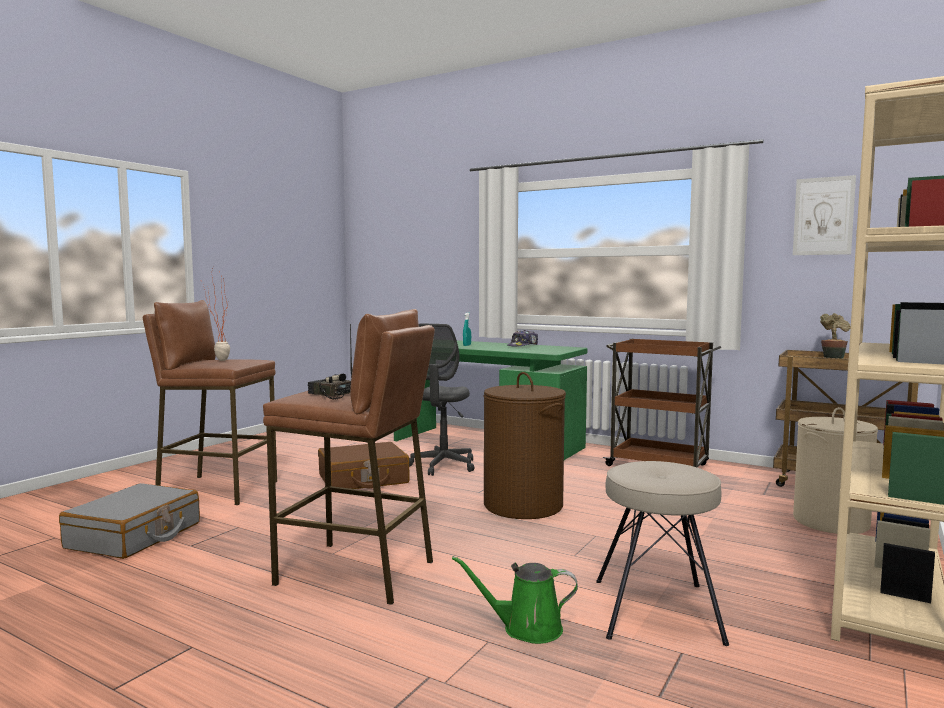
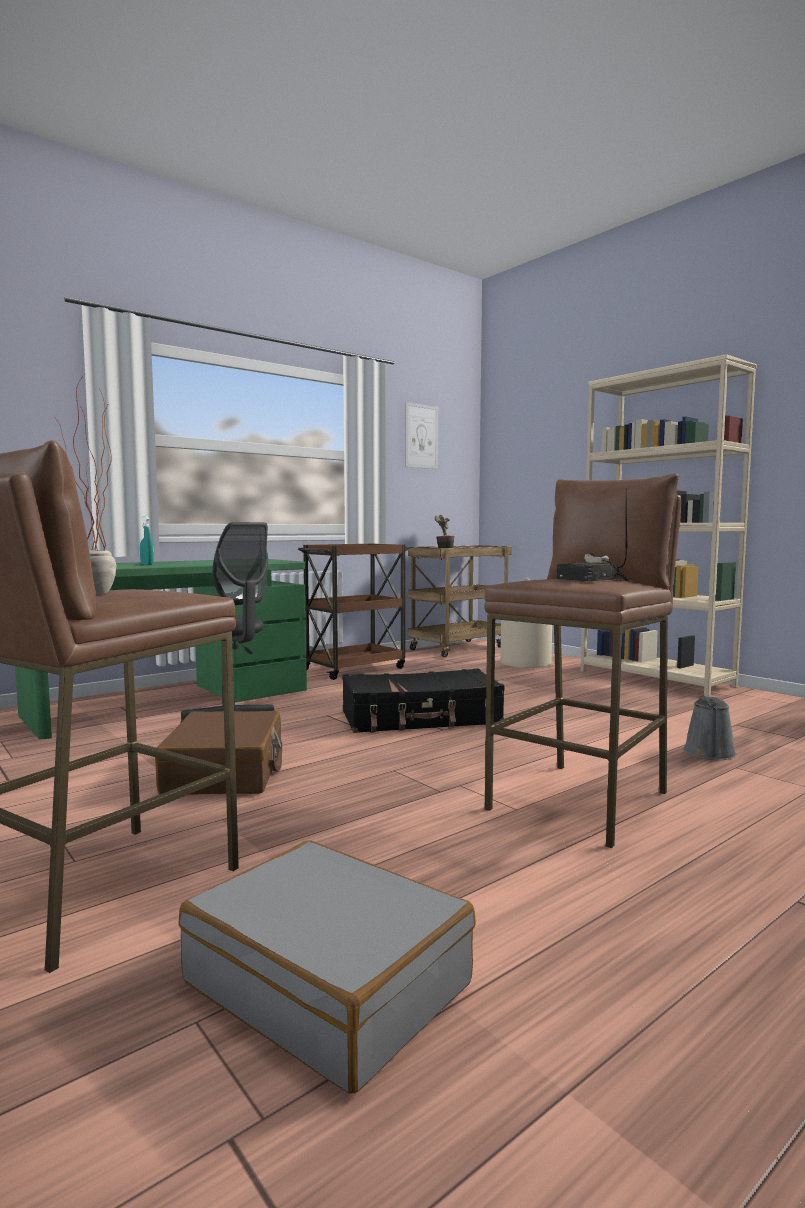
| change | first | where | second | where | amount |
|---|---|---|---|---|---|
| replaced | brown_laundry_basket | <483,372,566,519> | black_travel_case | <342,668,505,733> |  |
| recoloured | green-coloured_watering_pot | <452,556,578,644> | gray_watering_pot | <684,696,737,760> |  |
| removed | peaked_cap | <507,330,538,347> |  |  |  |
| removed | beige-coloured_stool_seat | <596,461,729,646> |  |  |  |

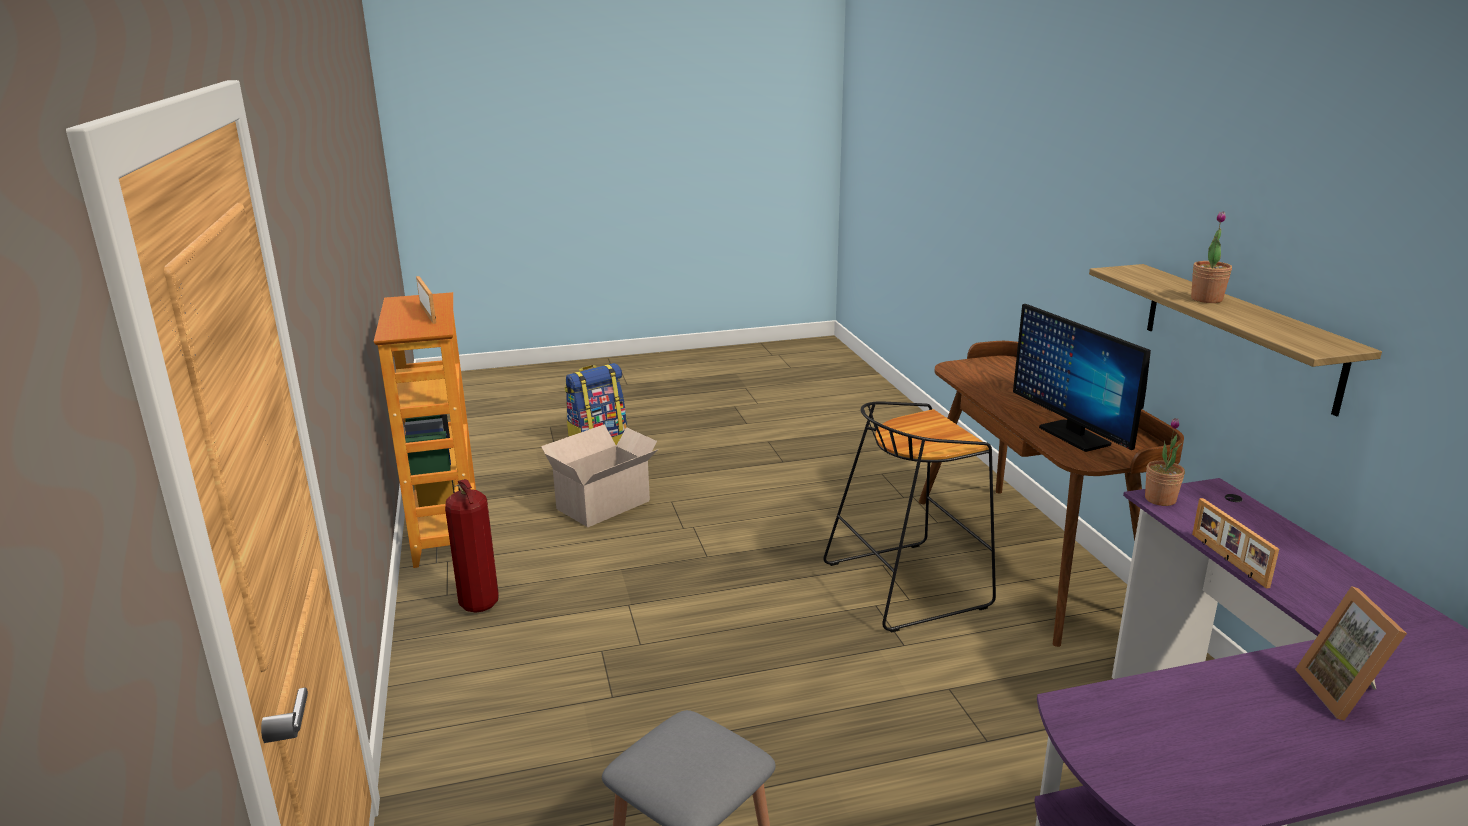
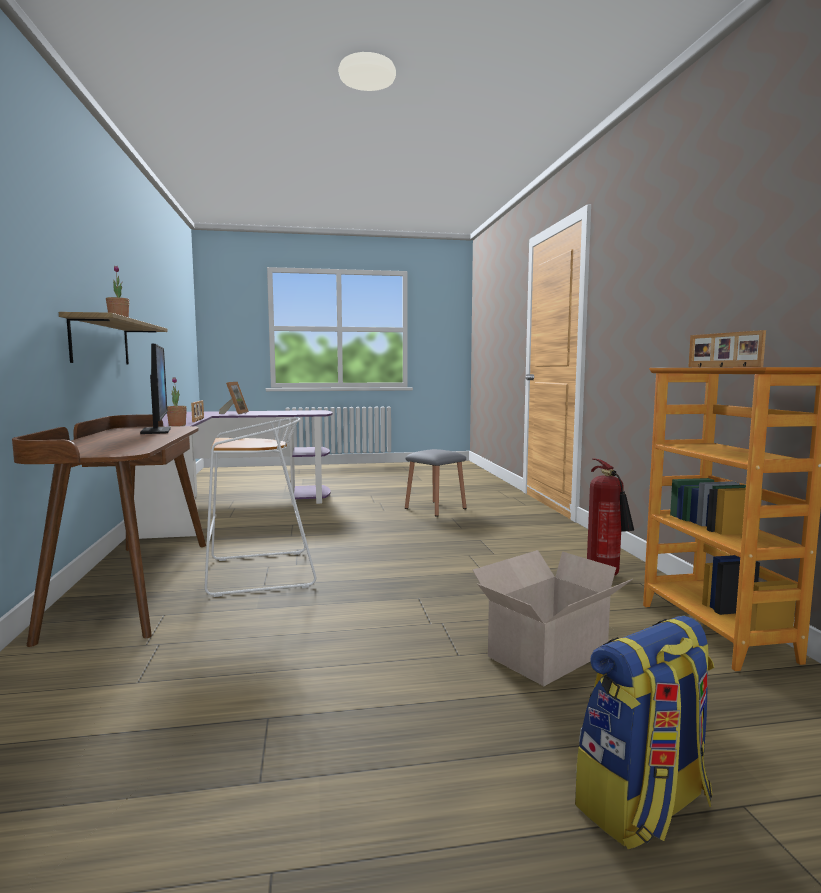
| change | first | where | second | where | amount |
|---|---|---|---|---|---|
| recoloured | black_stool_seat | <823,401,996,633> | white_stool_seat | <204,418,316,597> |  |

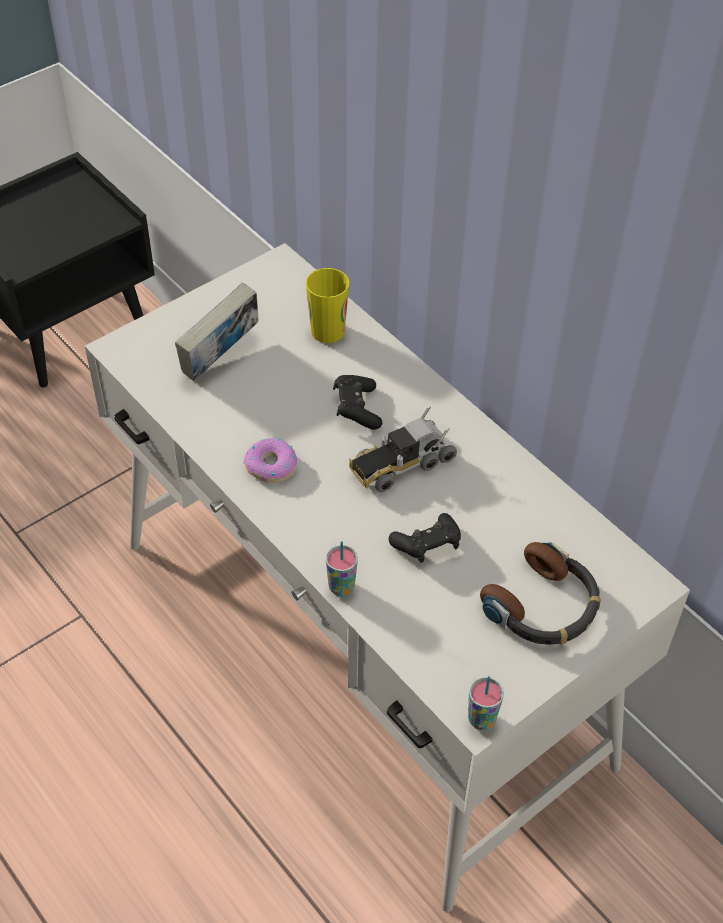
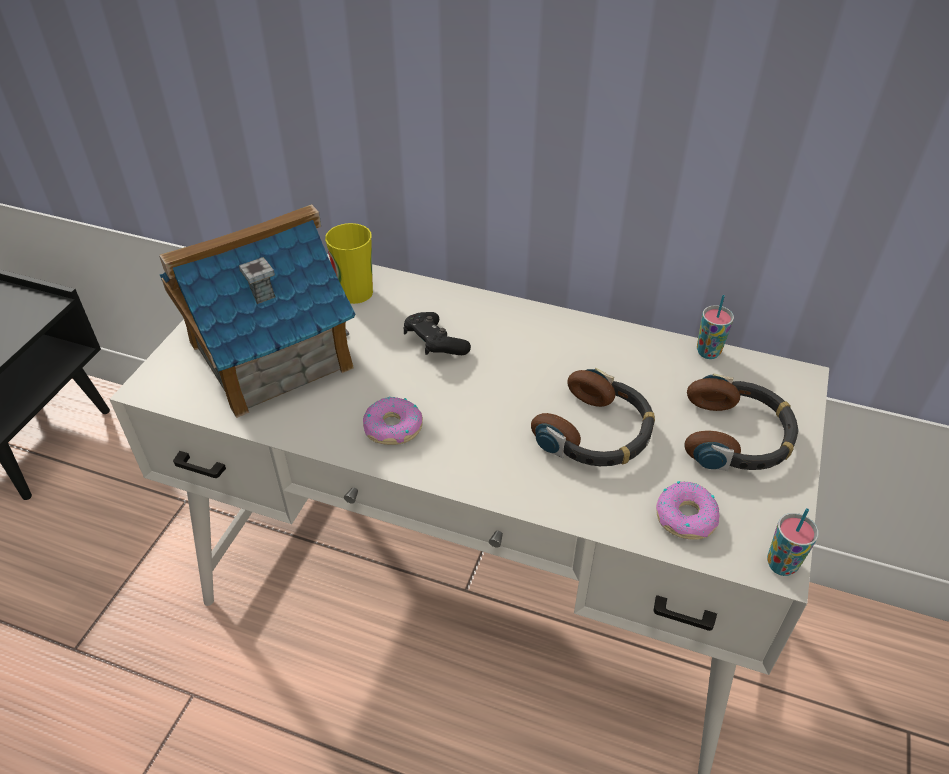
| change | first | where | second | where | amount |
|---|---|---|---|---|---|
| replaced | book | <175,282,258,381> | toy_house | <159,204,355,418> |  |
| replaced | black_joypad | <389,513,461,563> | headset | <531,368,655,466> |  |
| added |  |  | ring_doughnut | <656,481,719,540> |  |
| moved | cup | <326,541,358,597> |  | <697,295,734,359> |  |
| removed | toy_lorry | <349,407,457,492> |  |  |  |

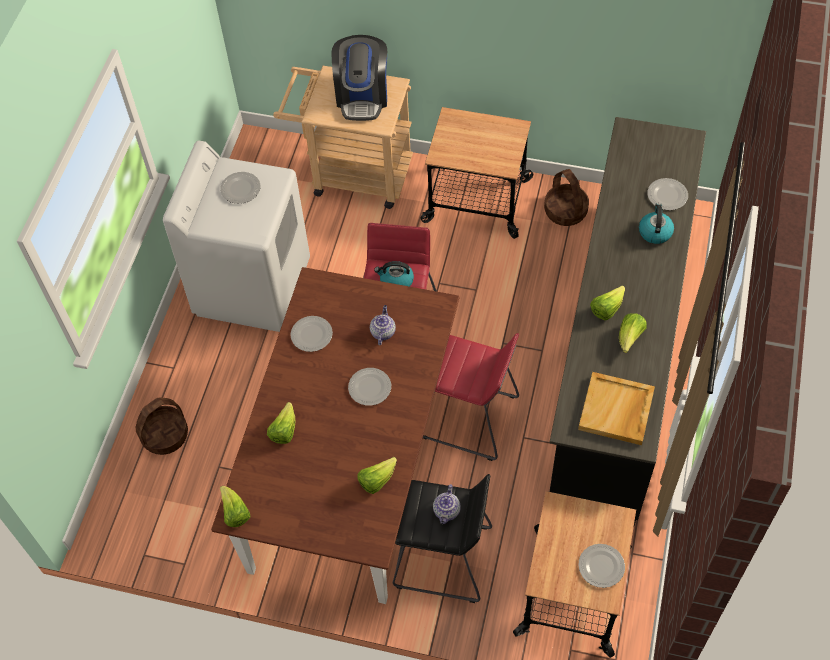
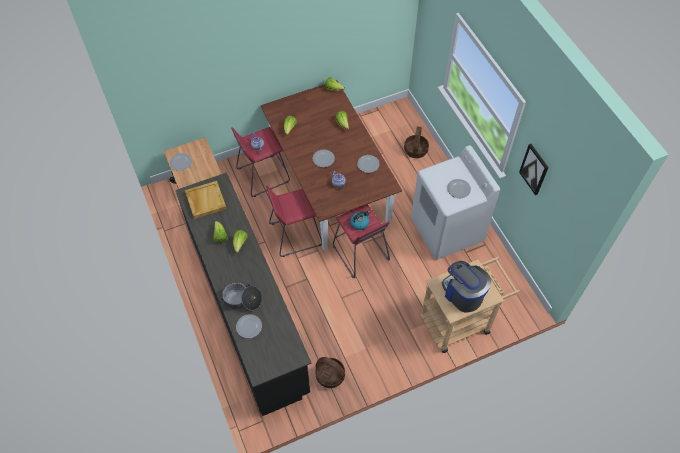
| change | first | where | second | where | amount |
|---|---|---|---|---|---|
| replaced | kettle | <639,203,674,244> | cooking_pot | <219,282,262,310> |  |
| recoloured | black_stool_seat | <392,474,492,603> | red_stool_seat | <231,127,290,197> |  |
| added |  |  | wall_art | <519,144,549,195> |  |
| removed | cart | <420,107,533,239> |  |  |  |

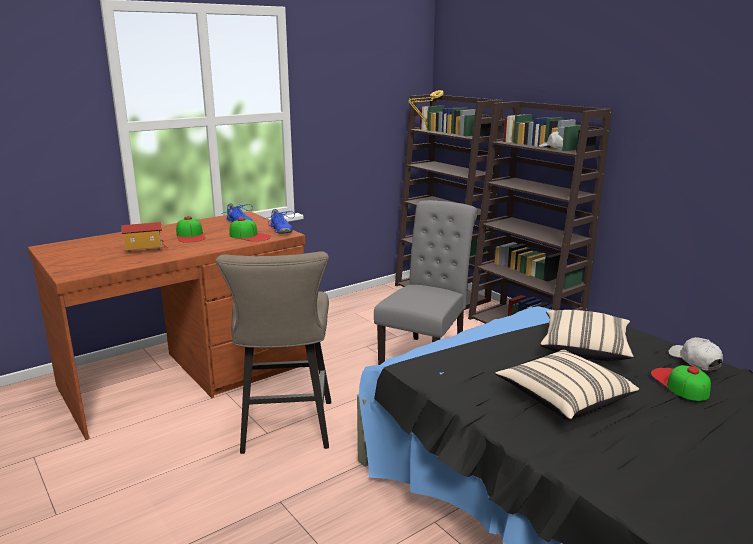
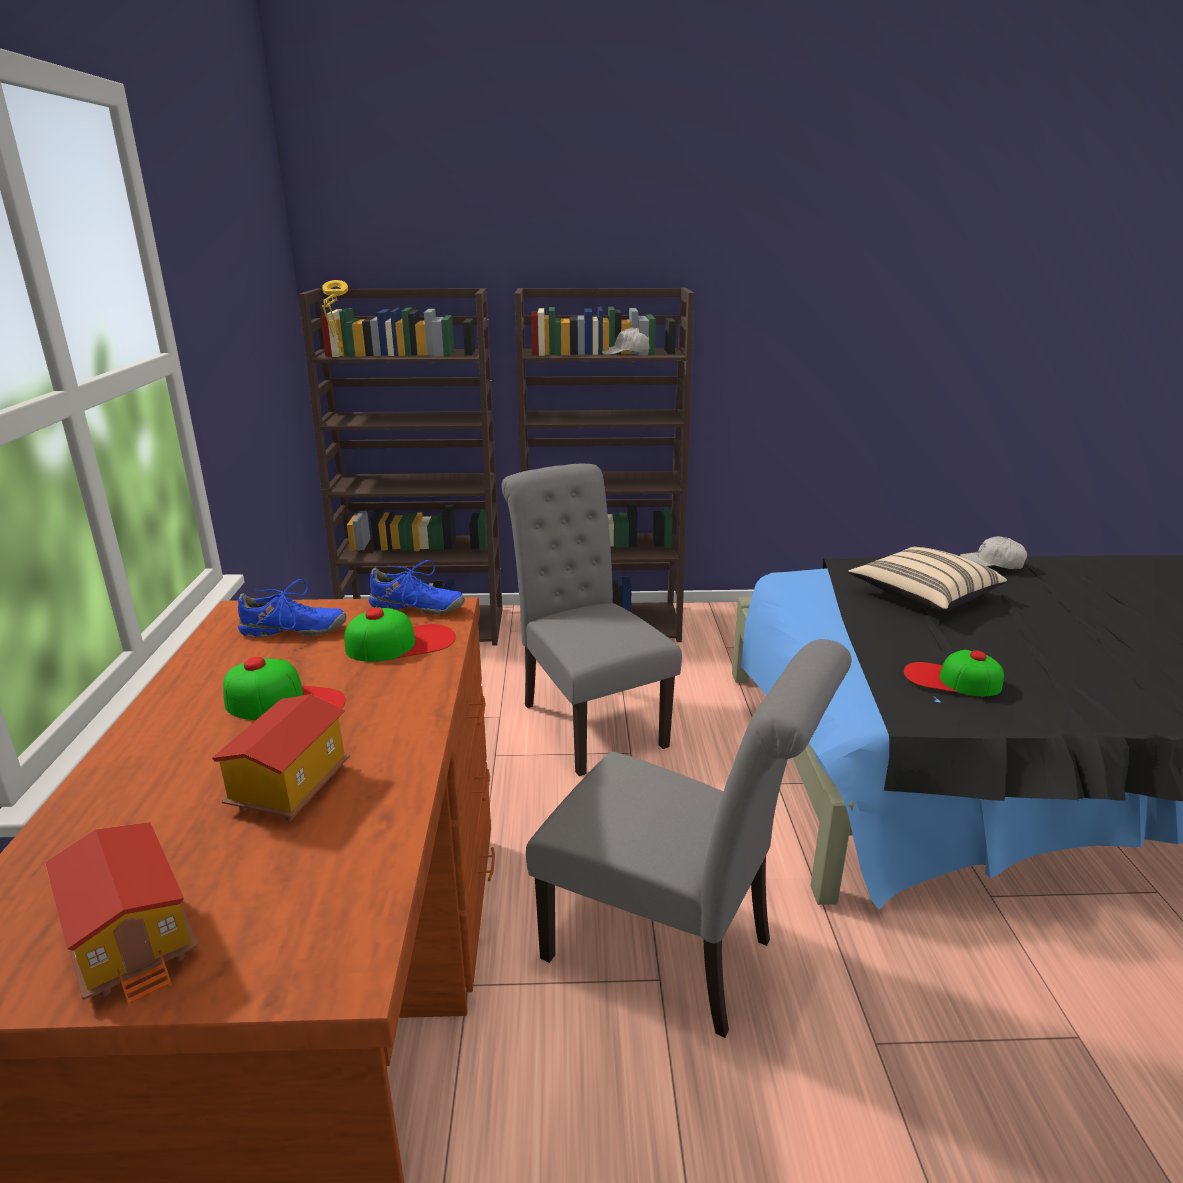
| change | first | where | second | where | amount |
|---|---|---|---|---|---|
| added |  |  | toy_house | <45,822,198,1006> |  |
| replaced | beige-coloured_stool_seat | <216,251,331,454> | gray_upright_chair | <526,639,852,1038> |  |
| moved | peaked_cap | <651,365,711,401> |  | <904,650,1004,696> |  |
| removed | beige-coloured_cushion | <495,350,639,421> |  |  |  |

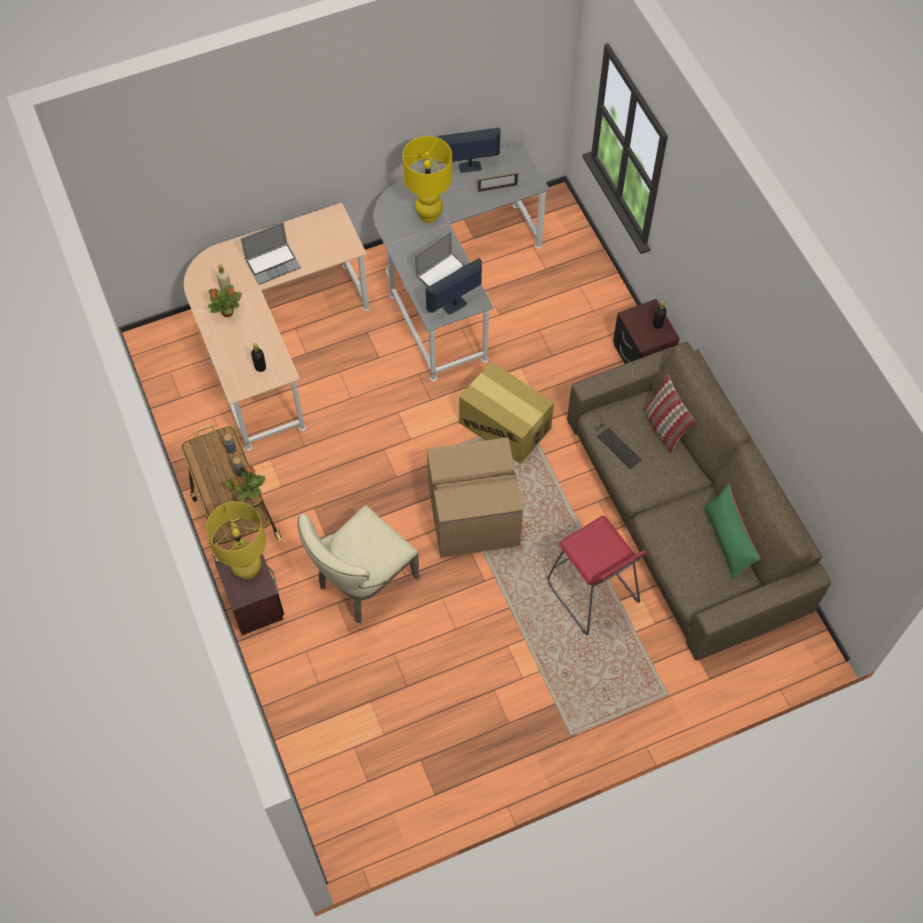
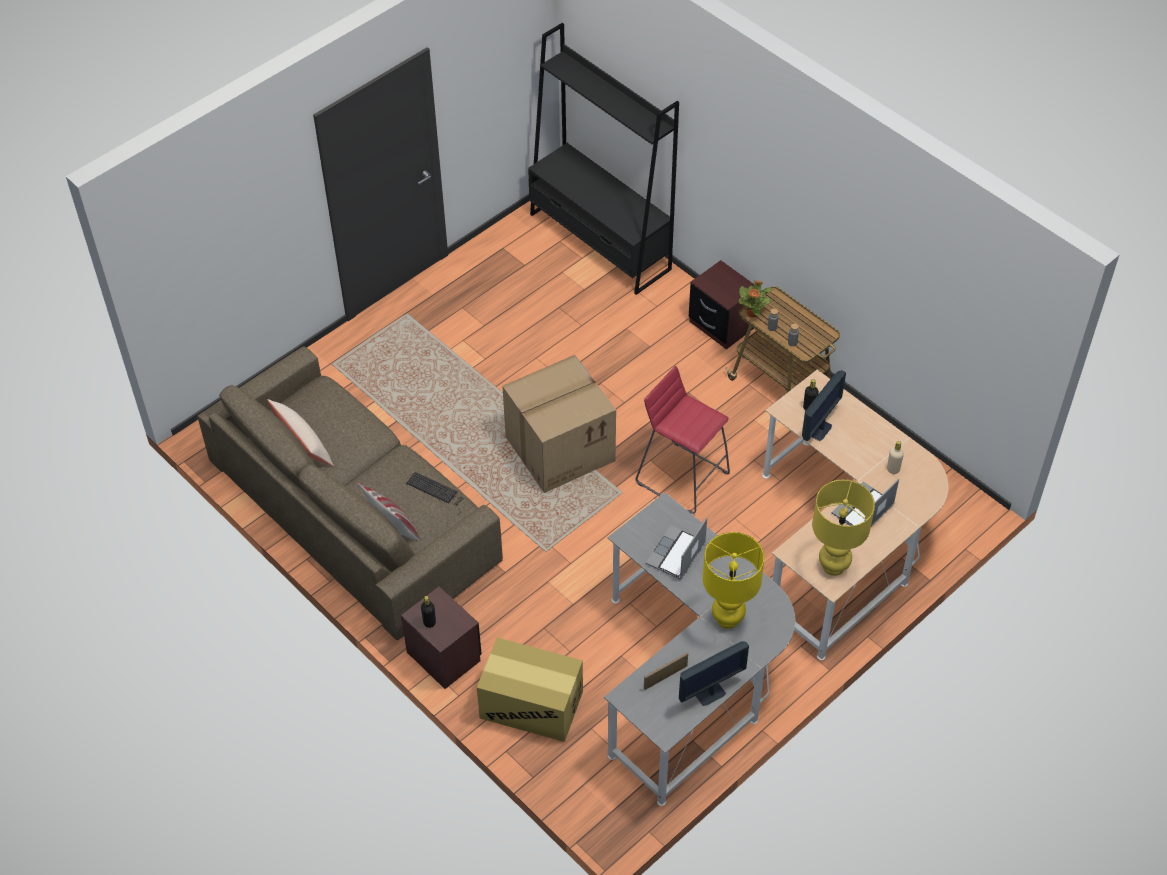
| change | first | where | second | where | amount |
|---|---|---|---|---|---|
| recoloured | green-coloured_cushion | <703,484,761,580> | beige-coloured_cushion | <267,399,334,467> |  |
| moved | carton | <459,361,554,464> |  | <477,638,583,742> |  |
| added |  |  | black_shelving_unit | <528,23,679,295> |  |
| moved | red_stool_seat | <547,516,647,635> |  | <636,366,730,514> |  |
| moved | monitor | <426,258,482,315> |  | <802,370,846,441> |  |
| moved | yellowish_table_lamp | <206,501,266,579> |  | <812,479,875,576> |  |
| removed | houseplant | <208,285,242,317> |  |  |  |
| removed | beige-coloured_upright_chair | <298,506,420,623> |  |  |  |

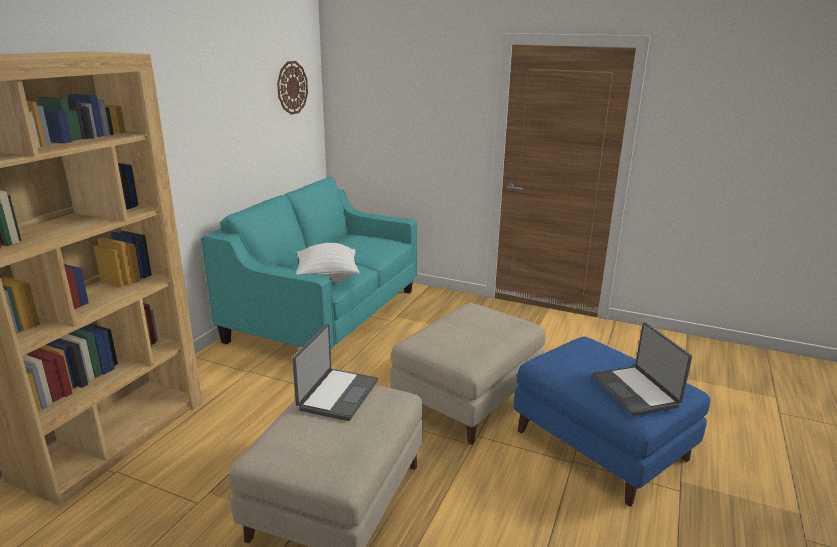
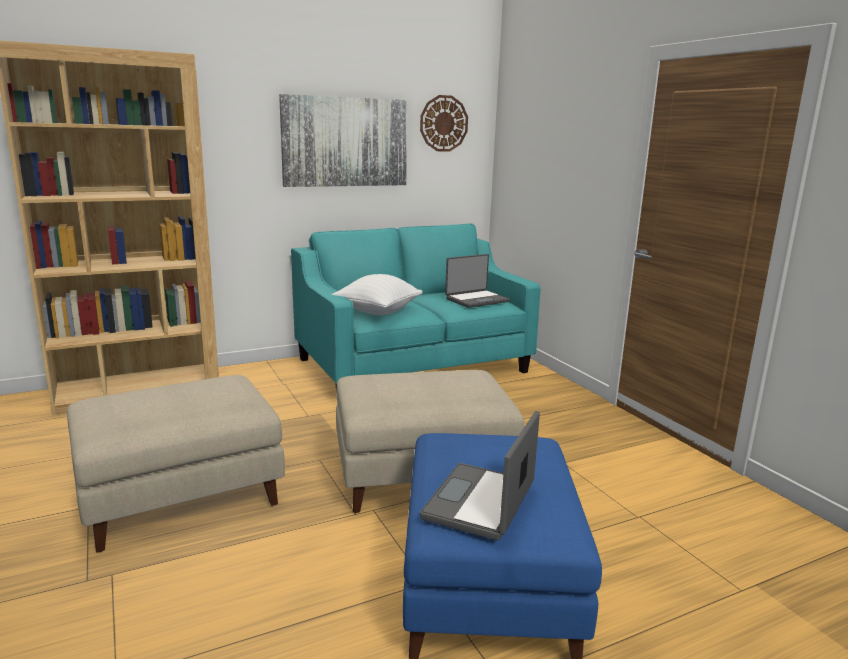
| change | first | where | second | where | amount |
|---|---|---|---|---|---|
| added |  |  | wall_art | <279,94,408,187> |  |
| moved | portable_computer | <292,324,378,421> |  | <445,254,510,308> |  |

